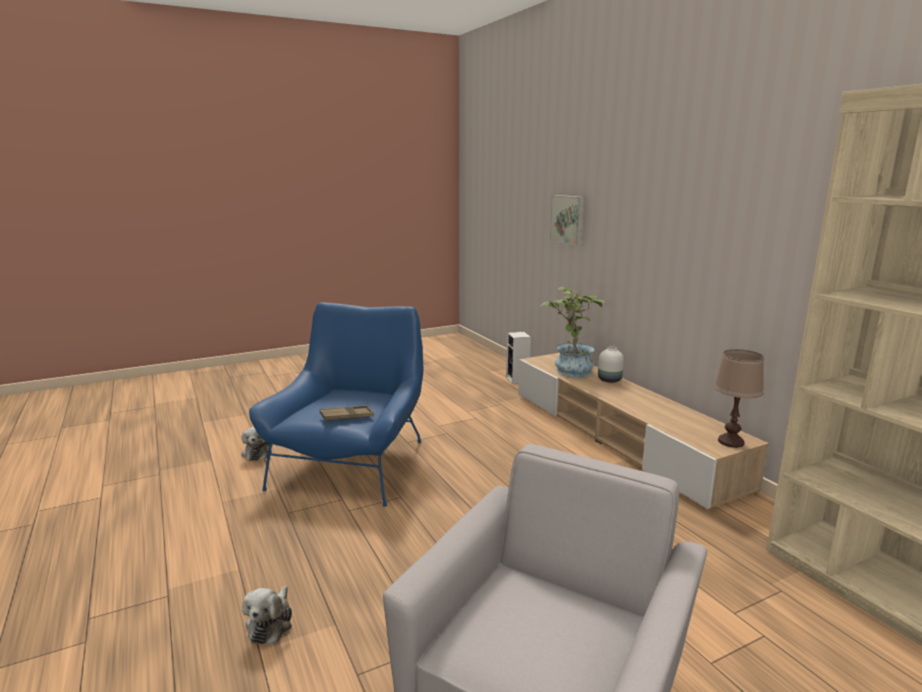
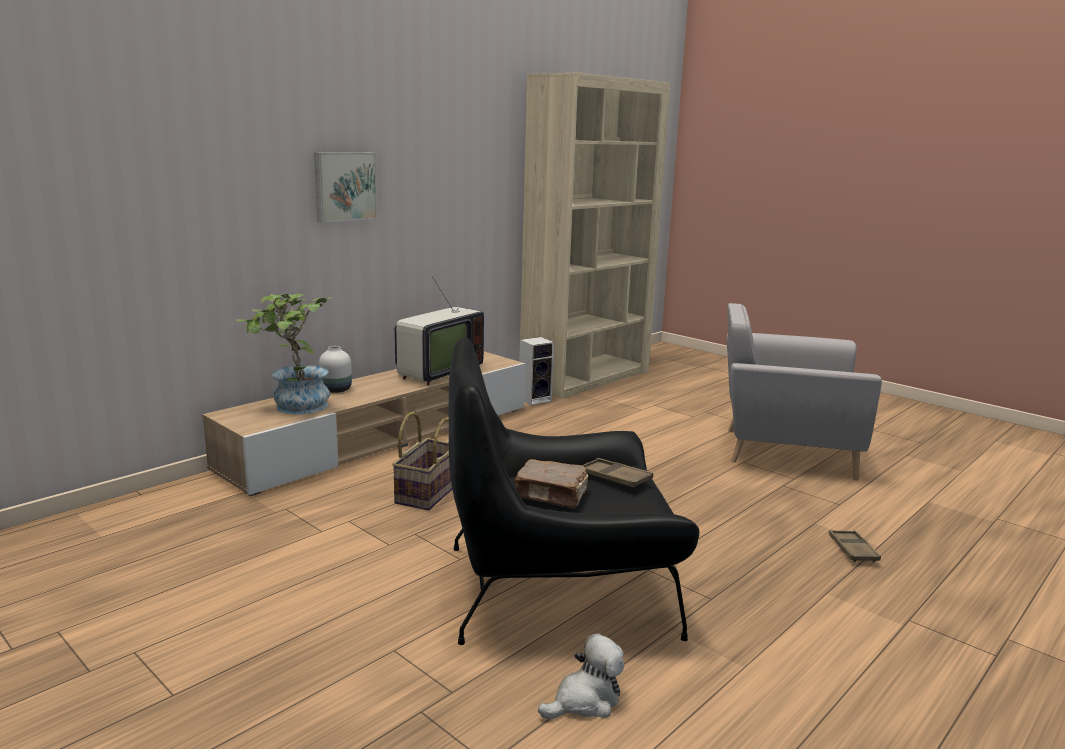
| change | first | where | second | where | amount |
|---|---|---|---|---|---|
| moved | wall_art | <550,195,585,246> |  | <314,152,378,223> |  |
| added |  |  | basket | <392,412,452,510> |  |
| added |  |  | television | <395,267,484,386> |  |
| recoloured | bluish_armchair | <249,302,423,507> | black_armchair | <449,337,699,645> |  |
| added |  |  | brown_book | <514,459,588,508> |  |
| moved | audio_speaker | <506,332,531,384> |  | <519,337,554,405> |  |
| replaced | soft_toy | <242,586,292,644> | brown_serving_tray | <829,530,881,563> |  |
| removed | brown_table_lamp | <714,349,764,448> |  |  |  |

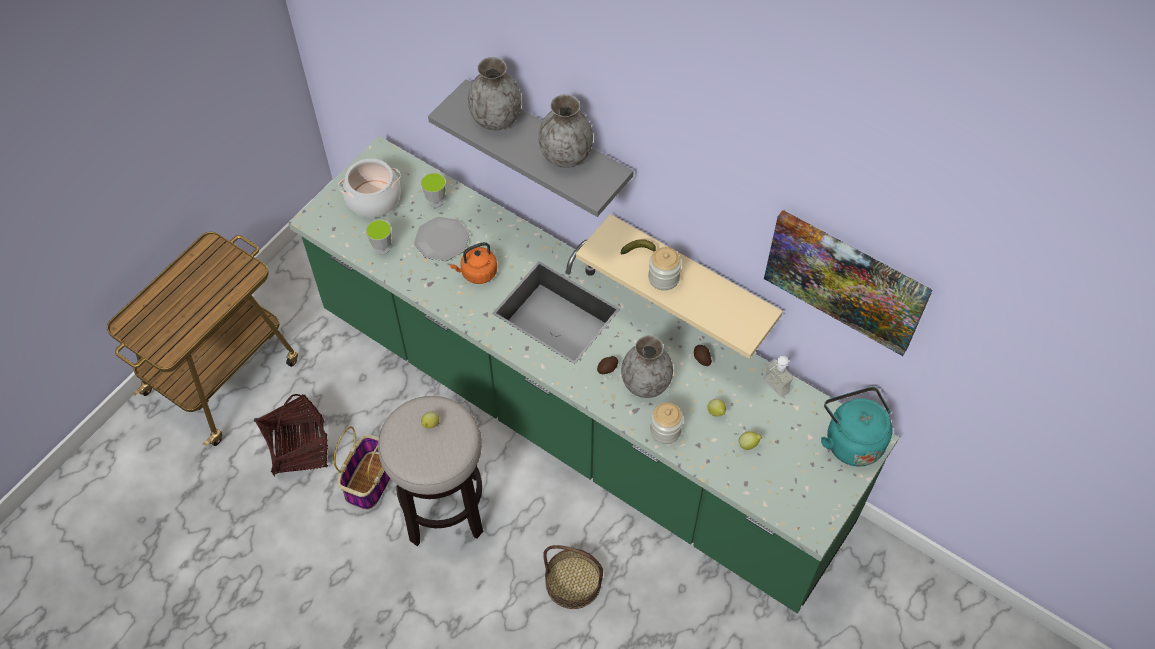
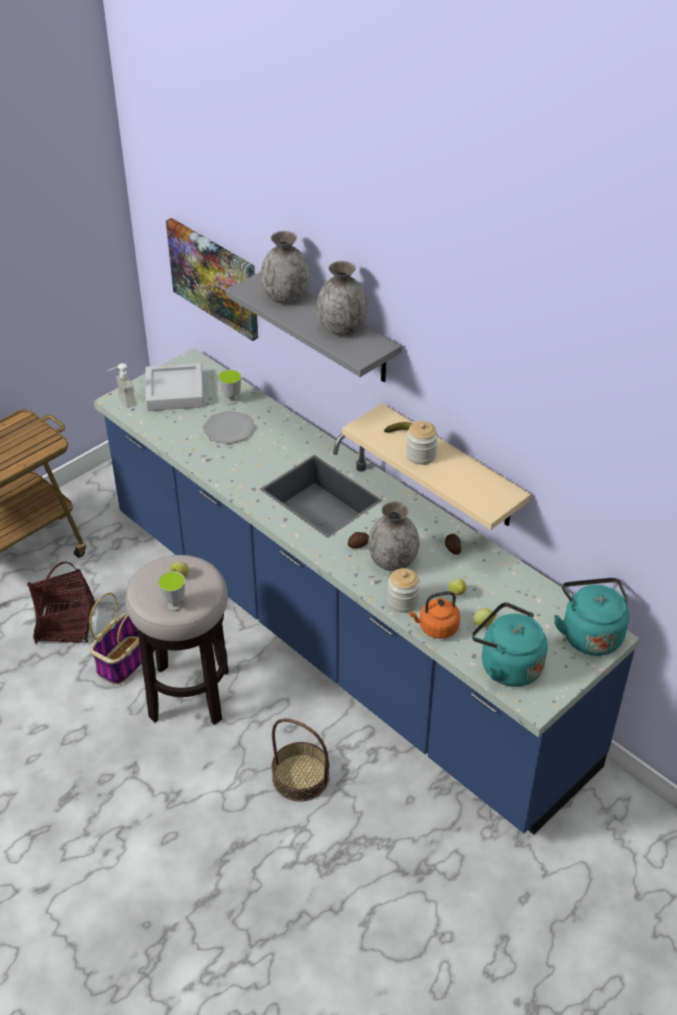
| change | first | where | second | where | amount |
|---|---|---|---|---|---|
| recoloured | green-coloured_kitchen_counter | <289,136,899,613> | bluish_kitchen_counter | <94,348,640,835> |  |
| moved | soap_bottle | <763,356,794,397> |  | <108,363,136,408> |  |
| replaced | cooking_pot | <338,159,401,218> | gray_serving_tray | <146,363,204,411> |  |
| moved | cup | <366,219,391,255> |  | <158,572,185,611> |  |
| moved | wall_art | <764,210,933,356> |  | <166,218,258,341> |  |
| moved | orange_kettle | <450,242,497,284> |  | <409,591,460,639> |  |
| added |  |  | turquoise_kettle | <472,602,548,687> |  |

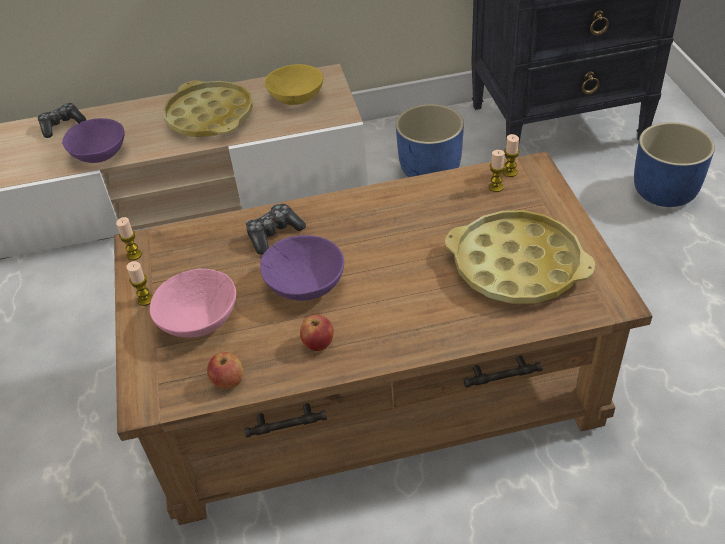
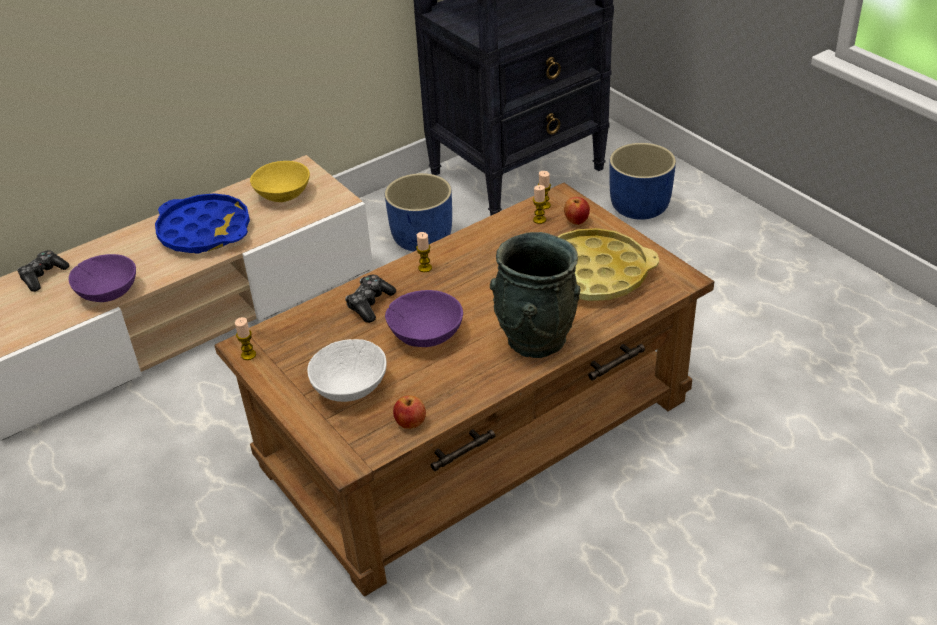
| change | first | where | second | where | amount |
|---|---|---|---|---|---|
| recoloured | yellowish_serving_tray | <163,80,253,137> | bluish_serving_tray | <155,193,250,254> |  |
| recoloured | pink-coloured_deep_dish | <150,268,236,338> | white_deep_dish | <307,339,387,402> |  |
| moved | candle | <126,261,153,306> |  | <416,232,432,272> |  |
| added |  |  | gray_decorative_vase | <490,232,581,358> |  |
| moved | whole_apple | <300,315,334,351> |  | <564,197,590,225> |  |

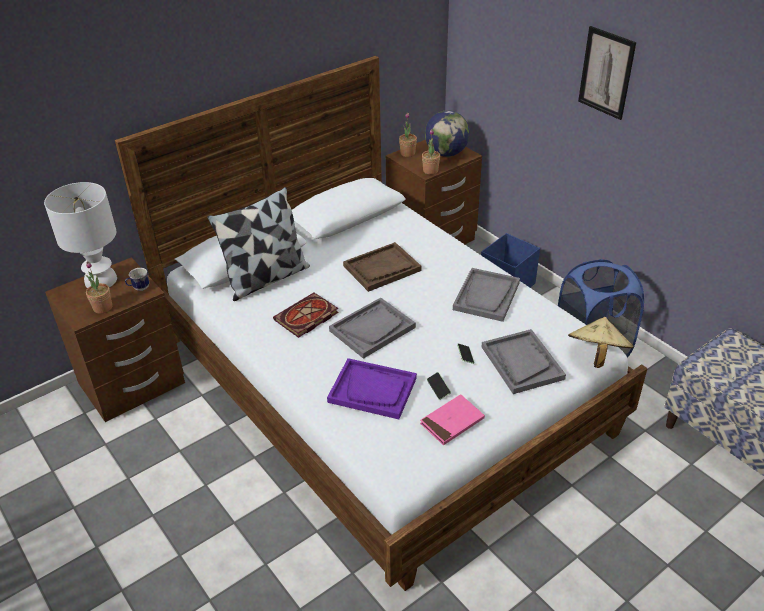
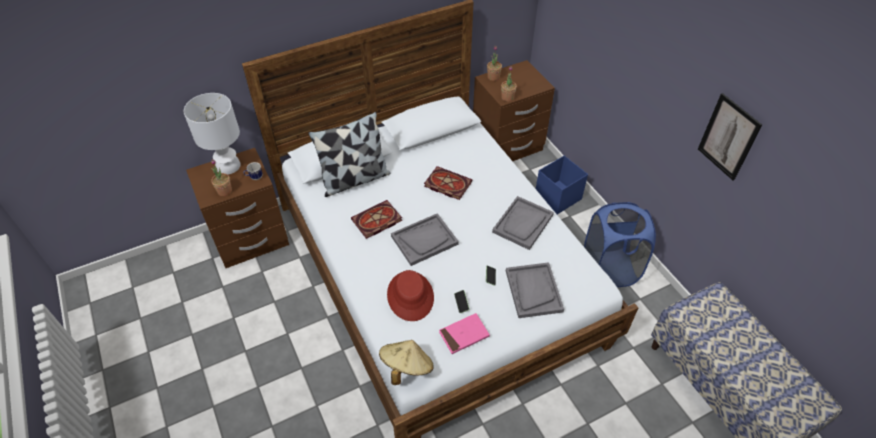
| change | first | where | second | where | amount |
|---|---|---|---|---|---|
| moved | beige-coloured_clothing_hat | <568,317,634,368> |  | <379,340,434,385> |  |
| replaced | purple-coloured_serving_tray | <327,358,417,419> | red_clothing_hat | <387,270,434,321> |  |
| replaced | brown_serving_tray | <343,242,422,292> | book | <424,166,472,200> |  |
| moved | wall_art | <578,26,636,120> |  | <698,93,762,180> |  |
| removed | desk_globe | <425,110,470,157> |  |  |  |

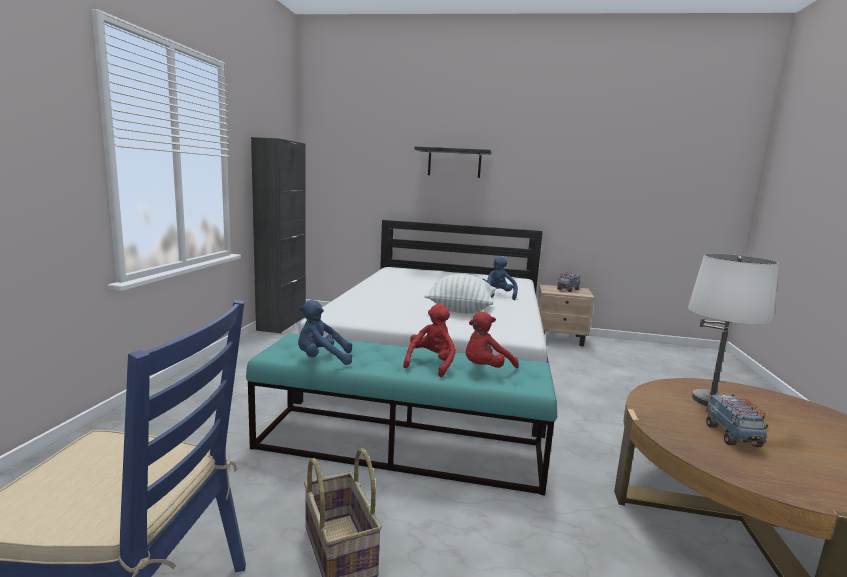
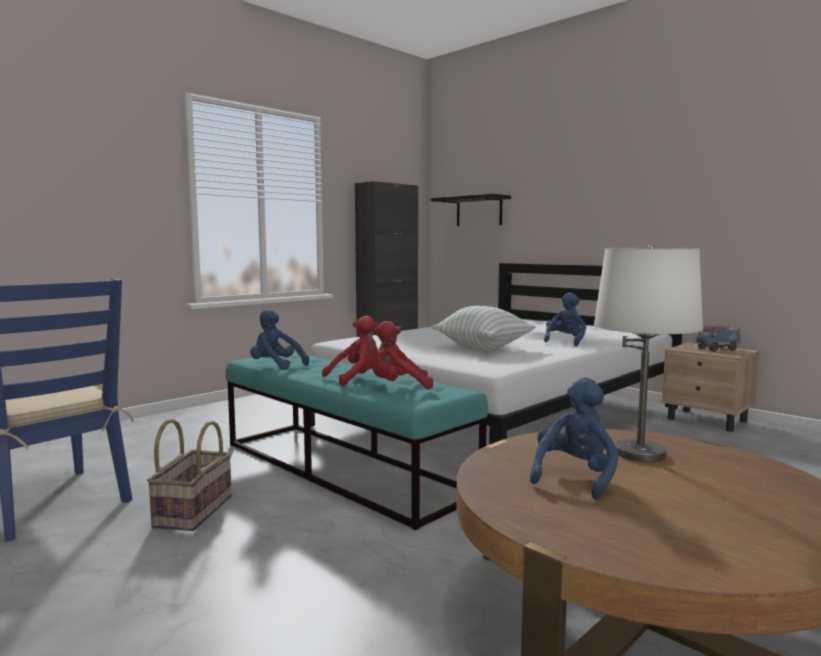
| change | first | where | second | where | amount |
|---|---|---|---|---|---|
| moved | black_wall_shelf | <414,146,492,178> |  | <431,194,511,226> |  |
| replaced | toy_lorry | <706,393,768,447> | bluish_soft_toy | <530,377,619,500> |  |

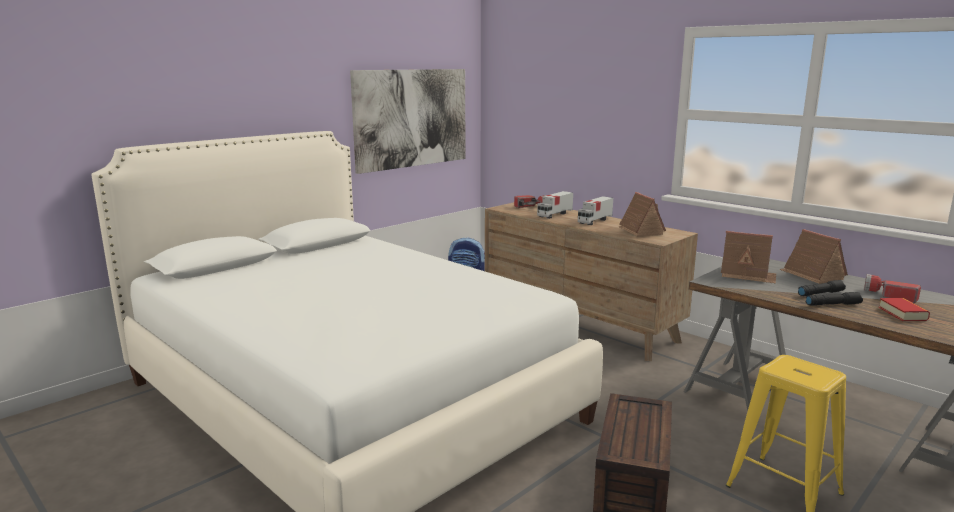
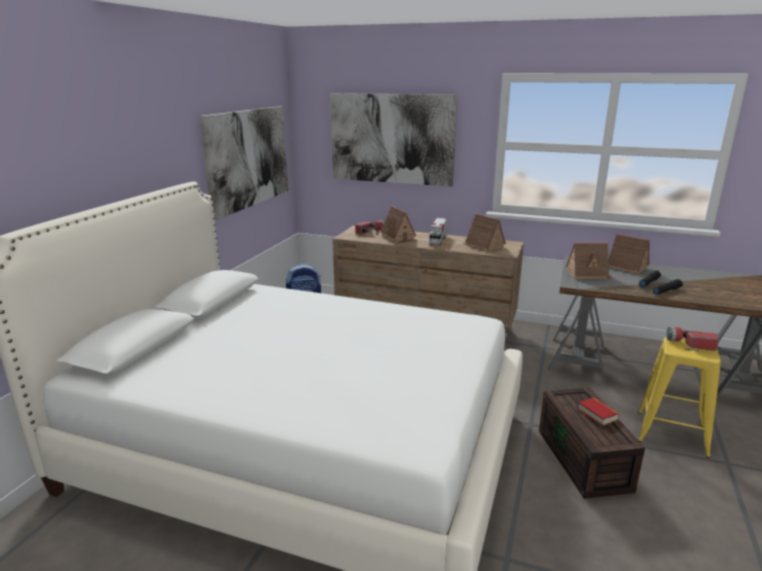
| change | first | where | second | where | amount |
|---|---|---|---|---|---|
| added |  |  | wall_art | <330,93,457,187> |  |
| replaced | toy_lorry | <537,191,573,219> | toy_house | <380,206,418,244> |  |
| moved | book | <878,298,930,321> |  | <578,397,619,426> |  |
| moved | torch | <864,274,921,303> |  | <666,327,719,351> |  |

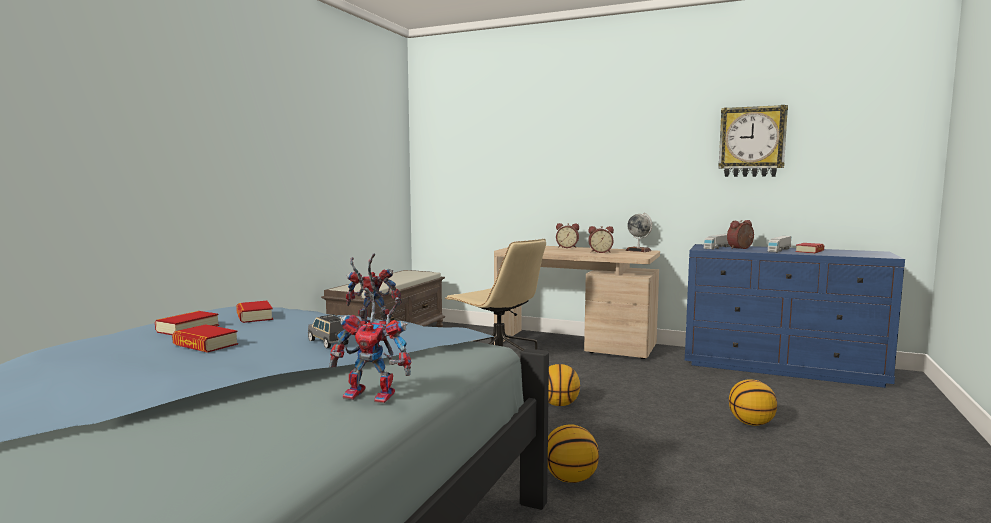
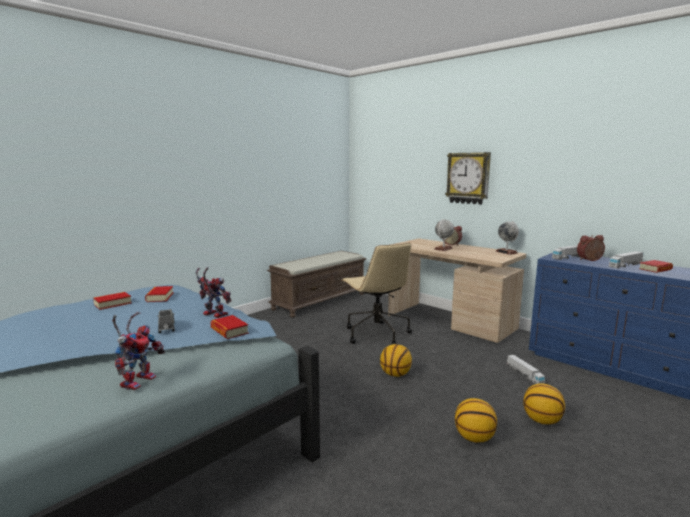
| change | first | where | second | where | amount |
|---|---|---|---|---|---|
| turned | toy_robot | <329,288,412,403> |  | <112,312,165,391> | 105 degrees counterclockwise |
| moved | book | <172,324,238,353> |  | <210,315,249,339> |  |
| added |  |  | desk_globe | <434,219,454,251> |  |
| moved | wall_clock | <718,105,788,177> |  | <445,152,491,205> |  |
| moved | basketball | <548,424,599,483> |  | <455,398,497,443> |  |
| added |  |  | toy_lorry | <507,355,545,384> |  |
| removed | alarm_clock | <588,226,614,253> |  |  |  |

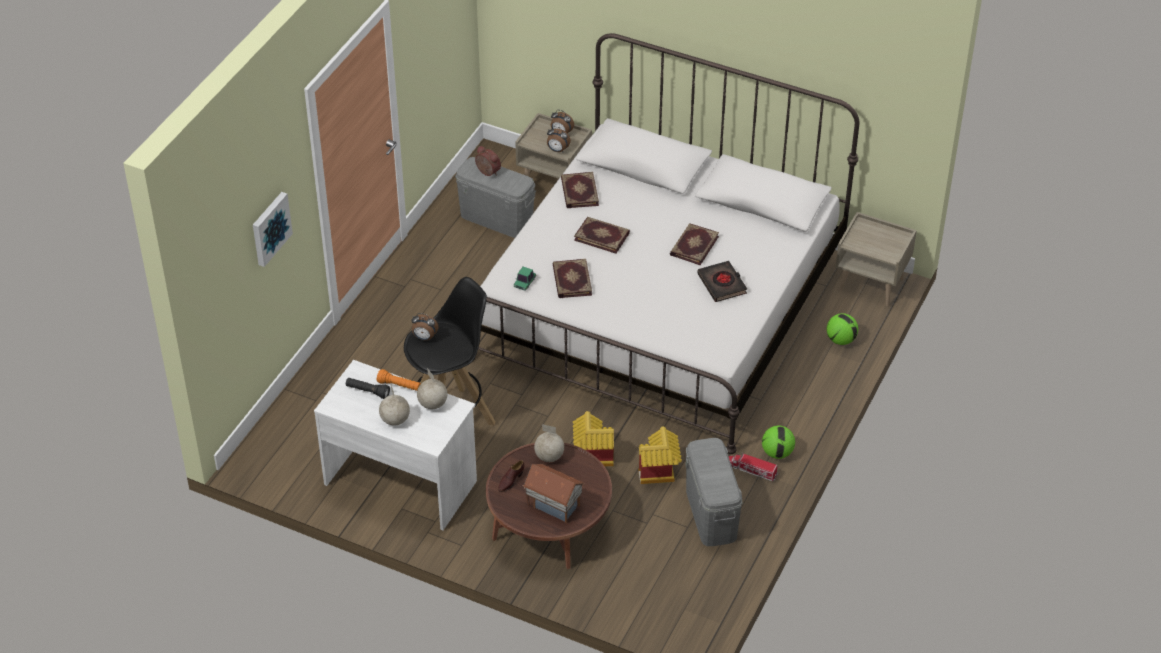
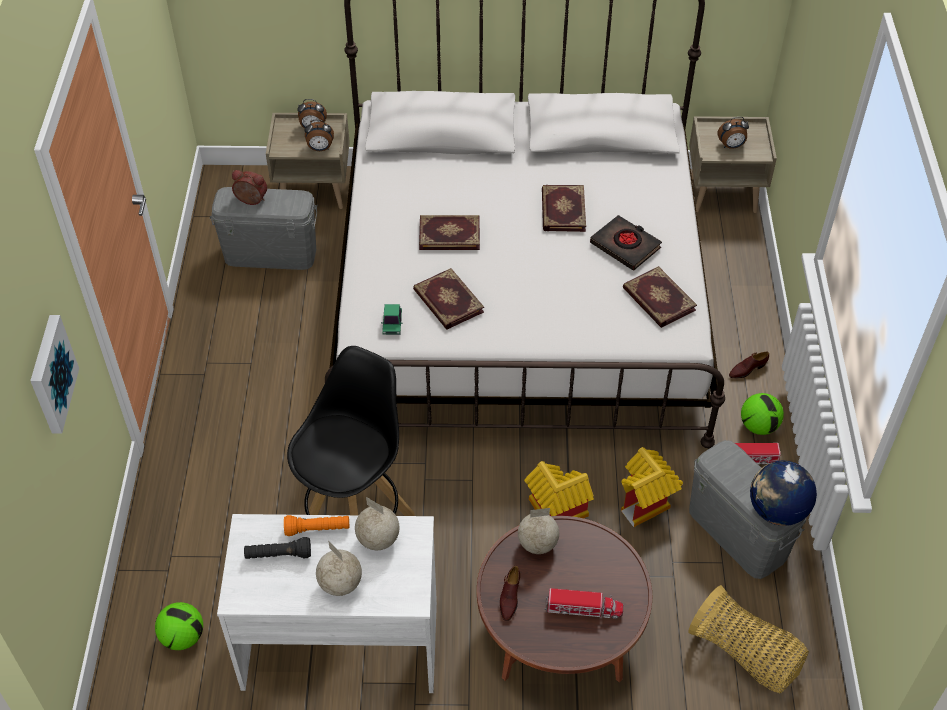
| change | first | where | second | where | amount |
|---|---|---|---|---|---|
| moved | football_ball | <827,313,858,345> |  | <155,602,203,650> |  |
| replaced | toy_house | <523,464,585,523> | toy_lorry | <545,588,623,619> |  |
| moved | book | <561,172,599,208> |  | <623,266,697,328> |  |
| added |  |  | basket | <688,585,809,693> |  |
| moved | alarm_clock | <411,313,439,341> |  | <718,117,749,149> |  |
| added |  |  | brown_shoe | <729,352,769,378> |  |
| added |  |  | desk_globe | <750,460,817,526> |  |

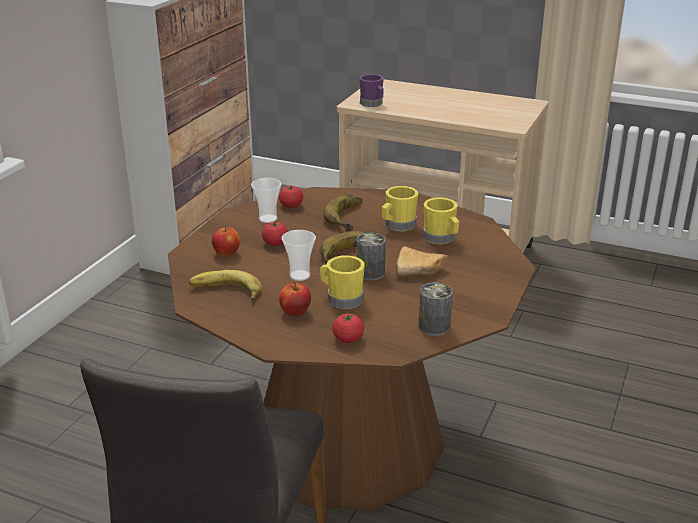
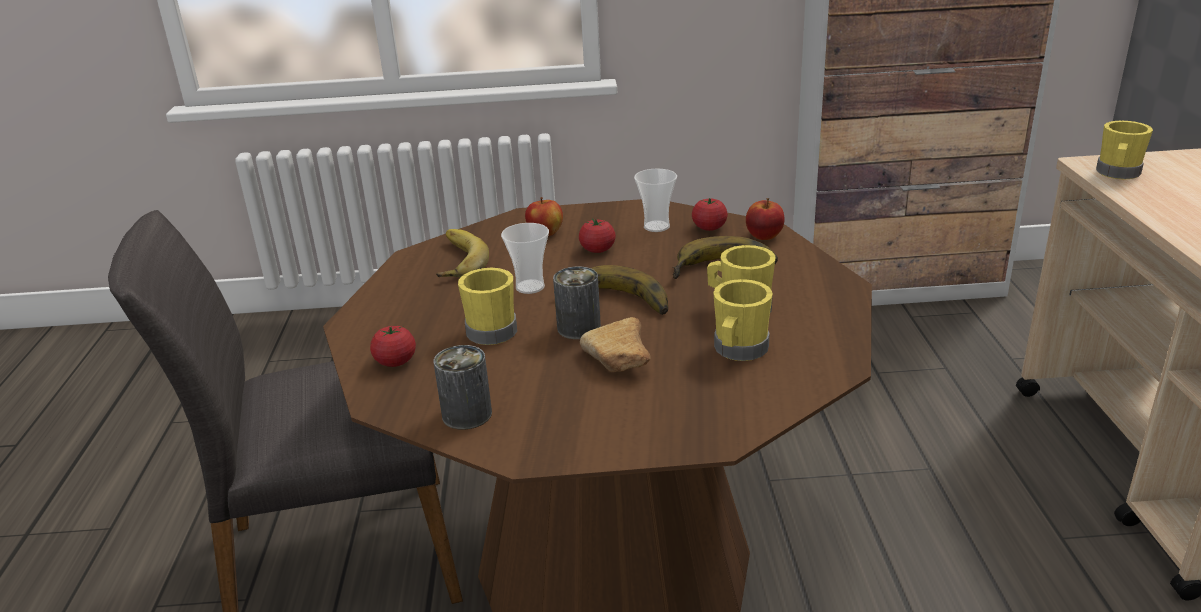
| change | first | where | second | where | amount |
|---|---|---|---|---|---|
| moved | whole_apple | <279,282,311,316> |  | <746,198,785,240> |  |
| recoloured | purple-coloured_tea_mug | <359,74,384,107> | yellowish_tea_mug | <1096,121,1153,179> |  |

